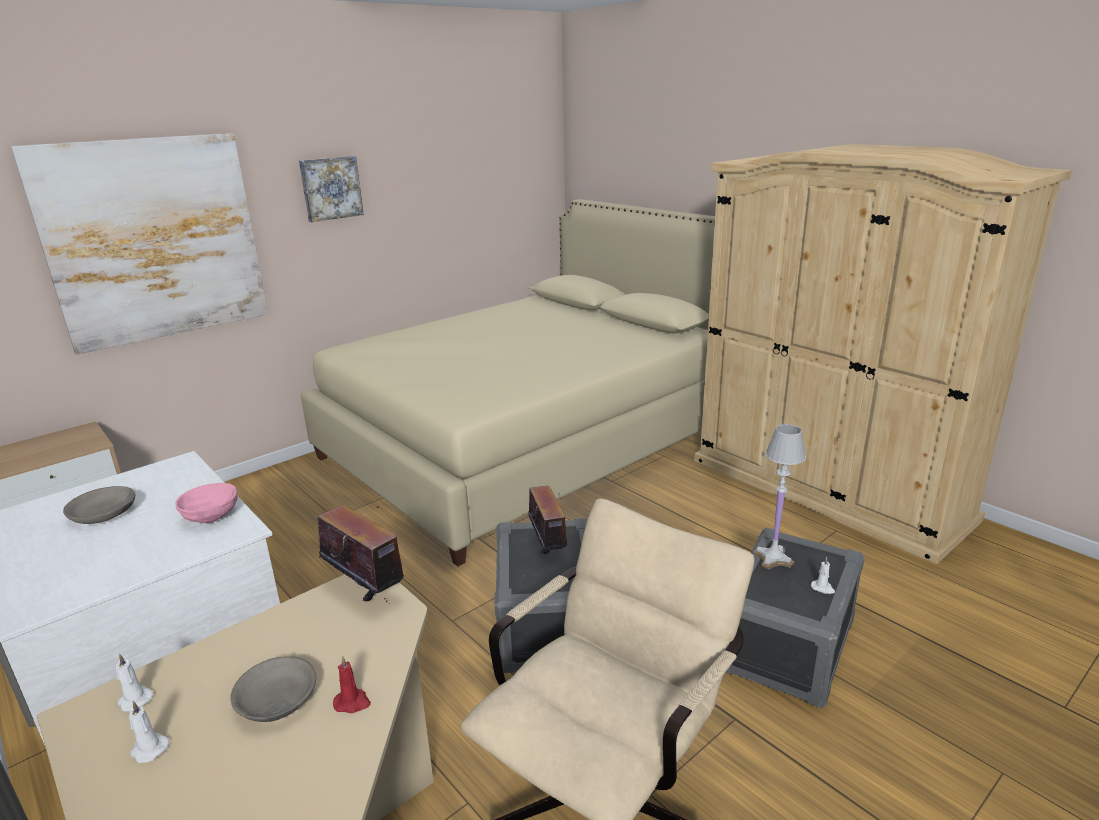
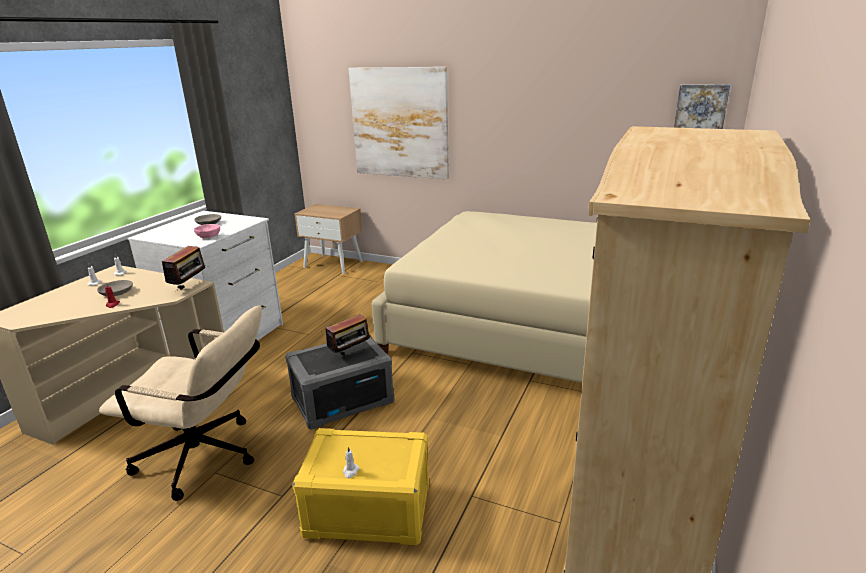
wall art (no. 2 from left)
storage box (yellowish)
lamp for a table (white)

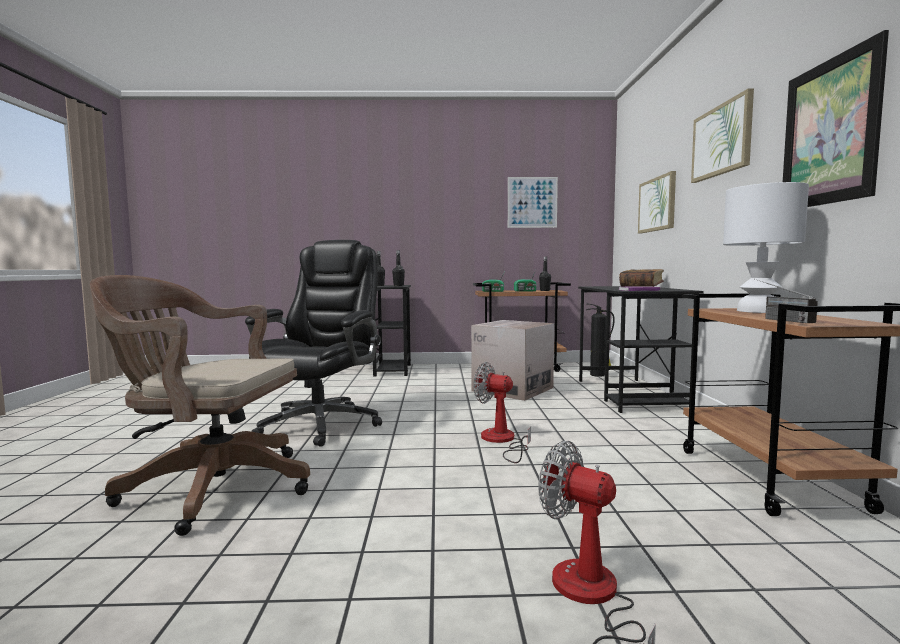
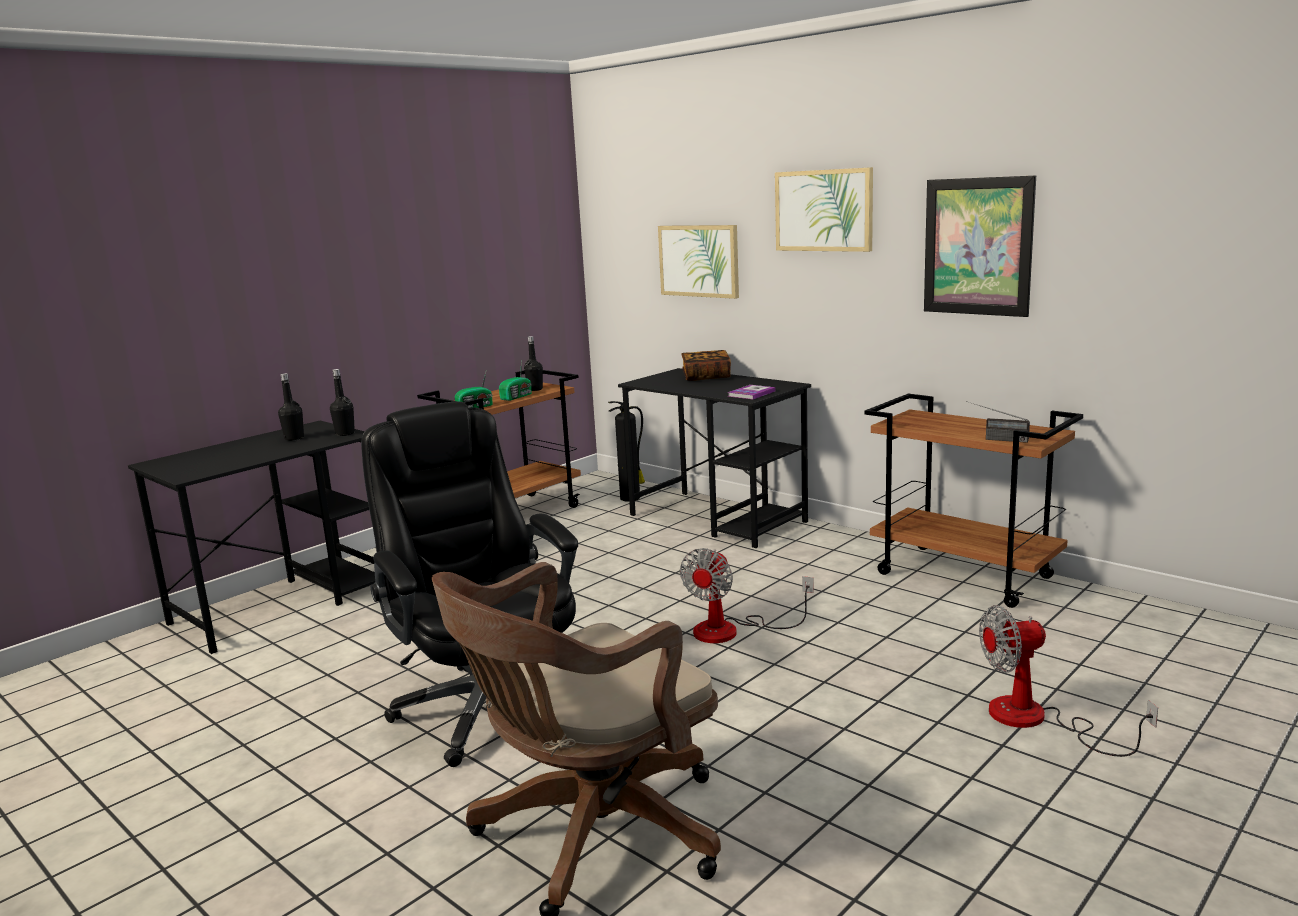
carton
electric fan (no. 1 from left)
wall art (no. 1 from left in the first image)
lamp for a table (white)

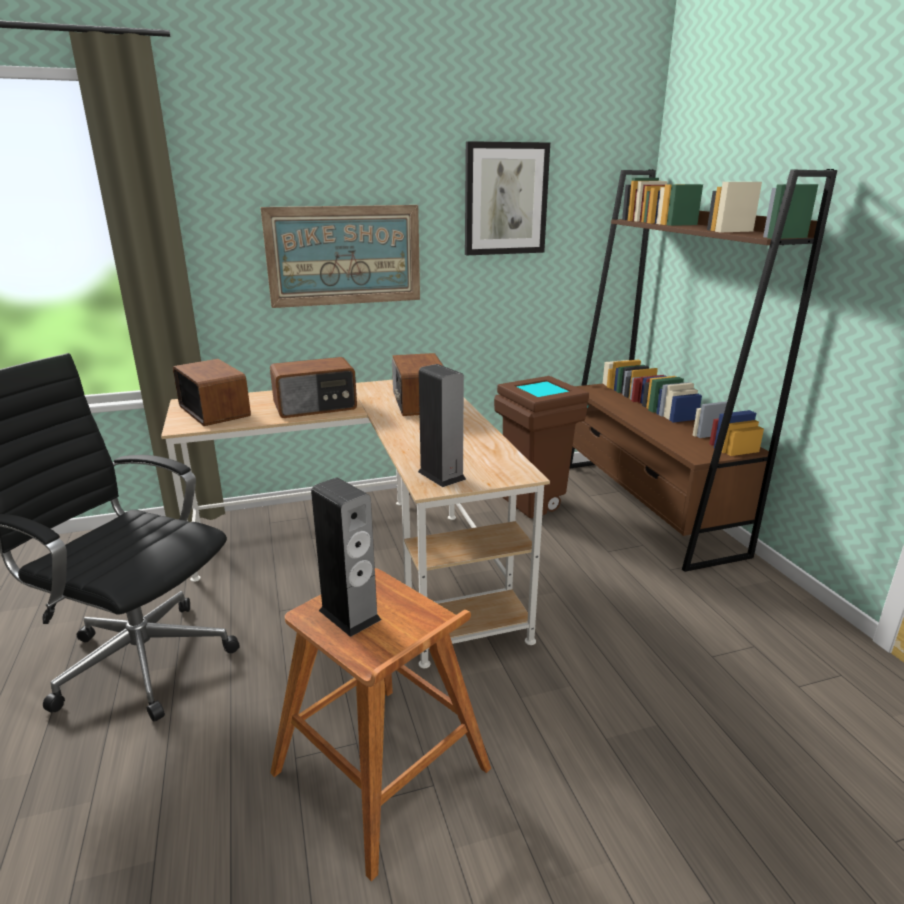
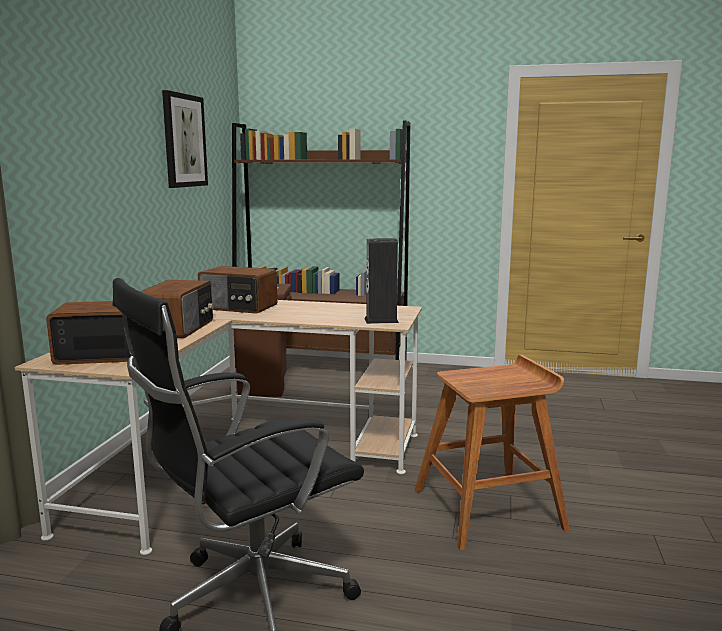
wall art (no. 1 from left in the first image)
audio speaker (no. 1 from left in the first image)

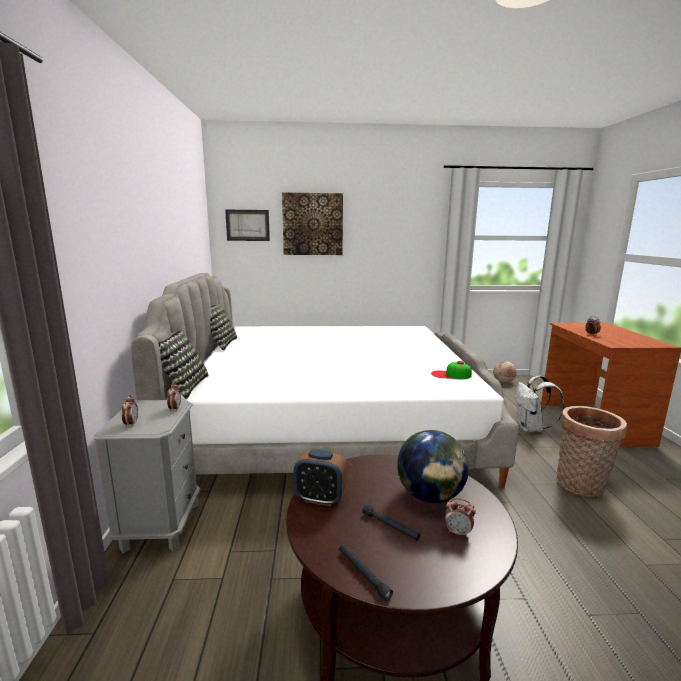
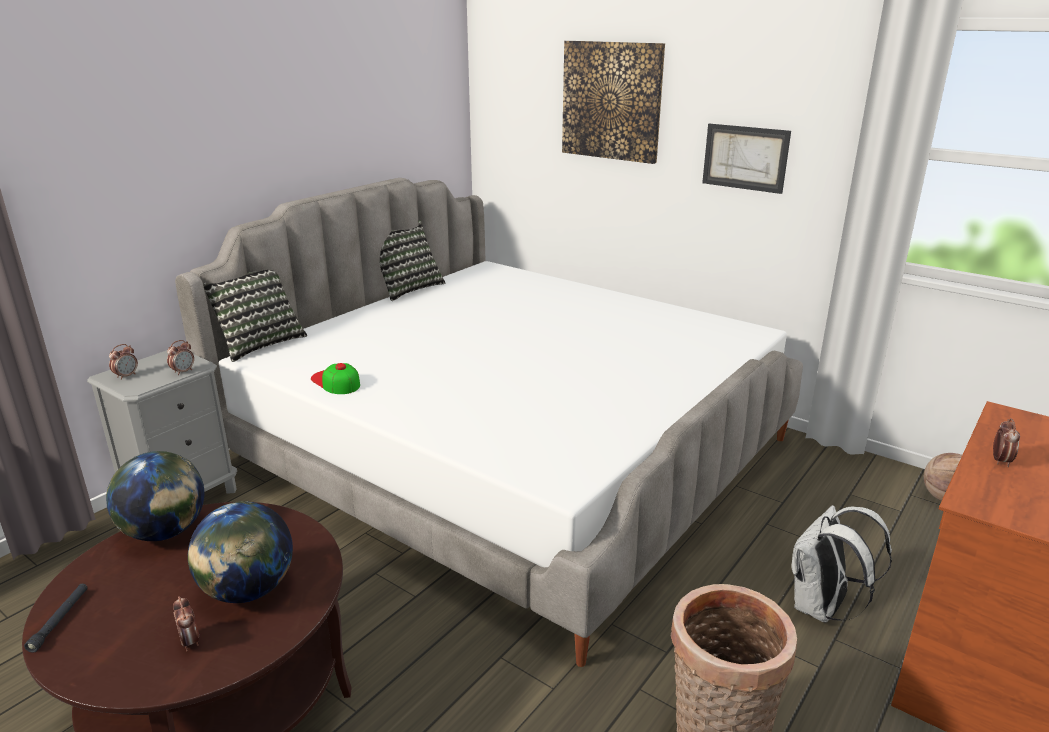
wall art (no. 2 from left)
globe (no. 1 from left)
torch (black-coloured) (no. 2 from left in the first image)
cap

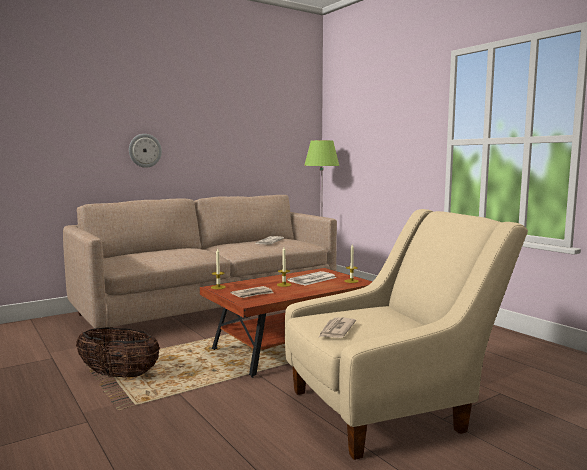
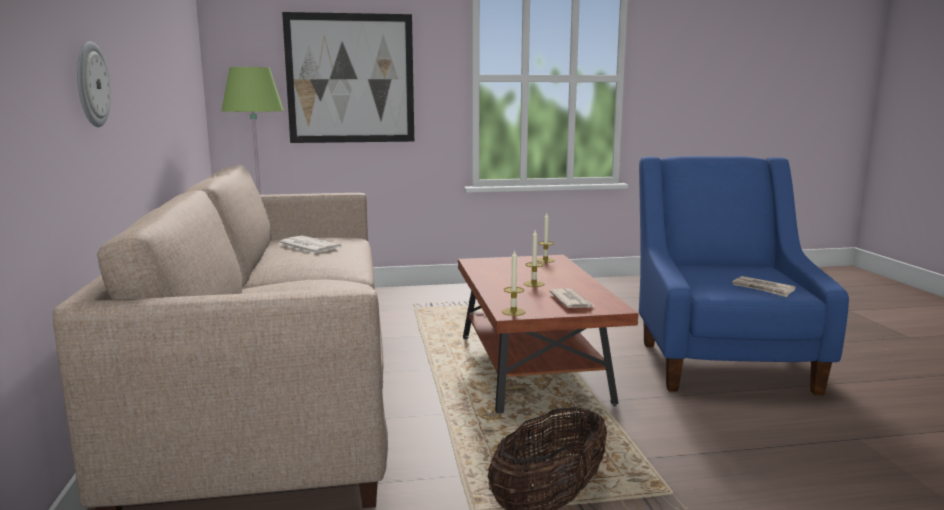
lounge chair (blue-coloured)
daily paper (no. 3 from left in the first image)
wall art

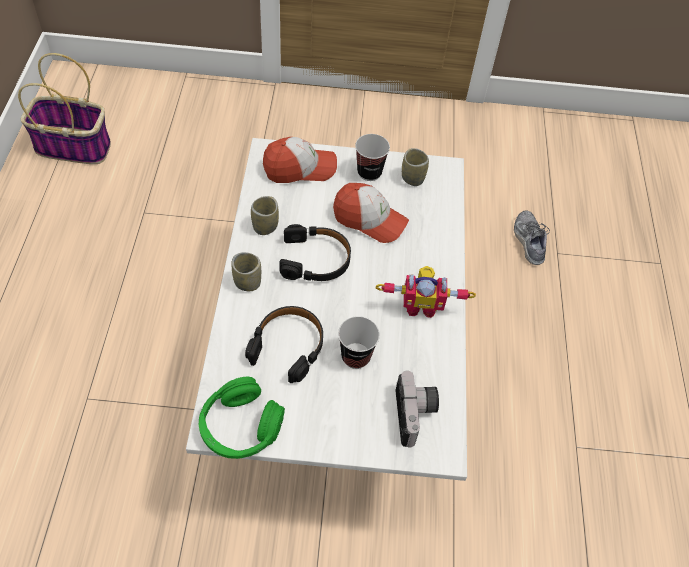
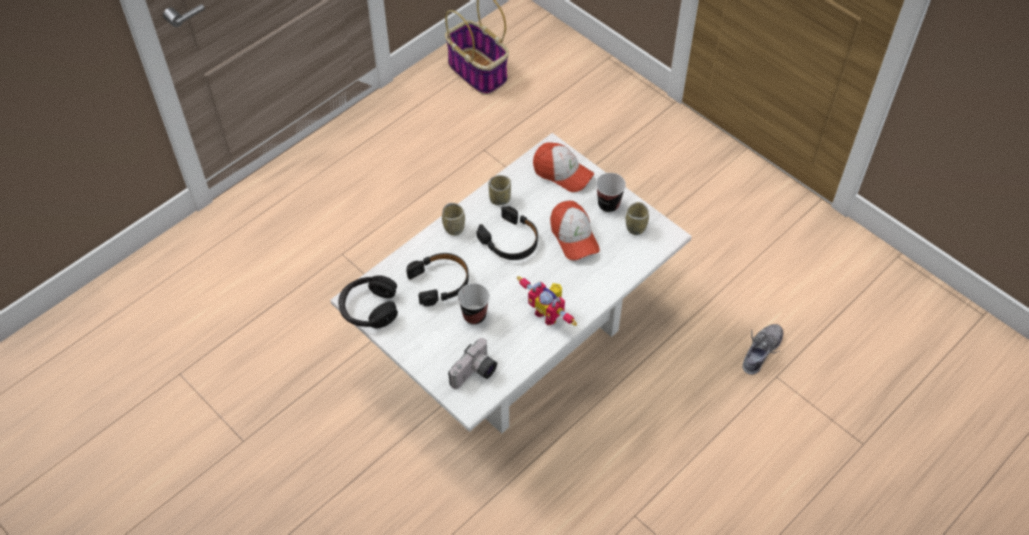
headset (black-coloured) (no. 1 from left)

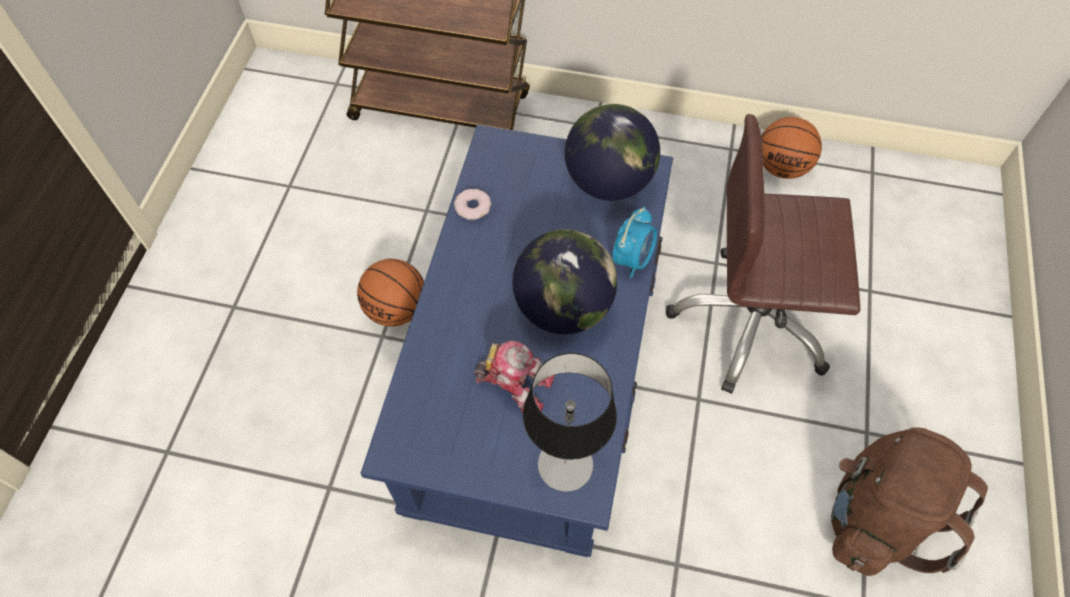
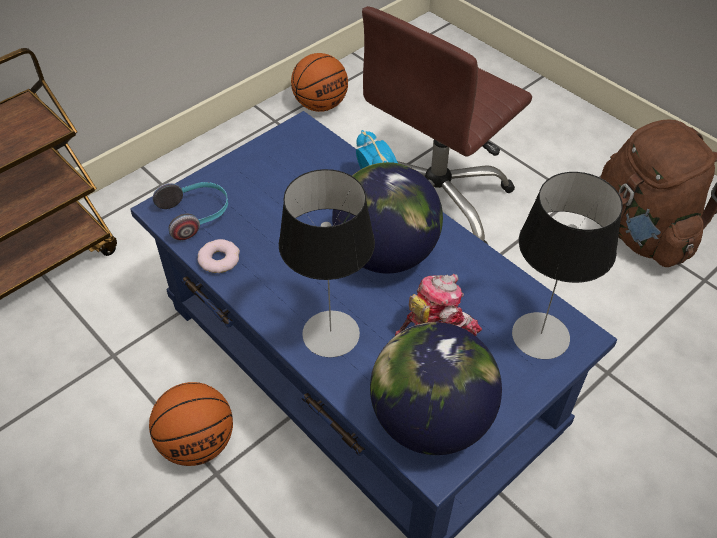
globe (no. 2 from left)
headset
lamp for a table (no. 1 from left)

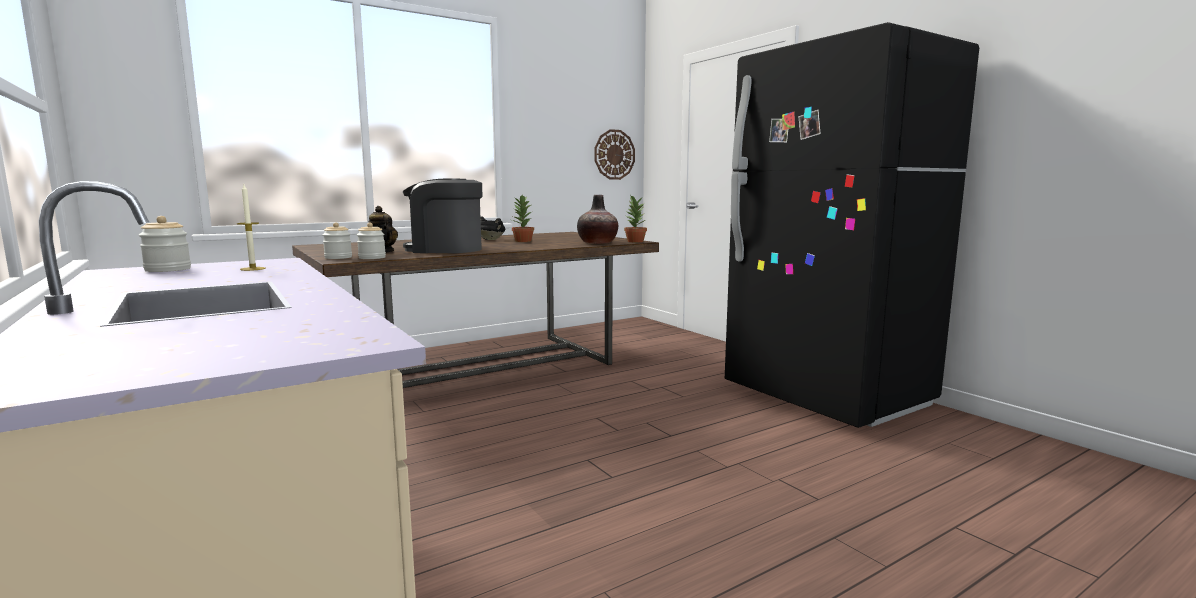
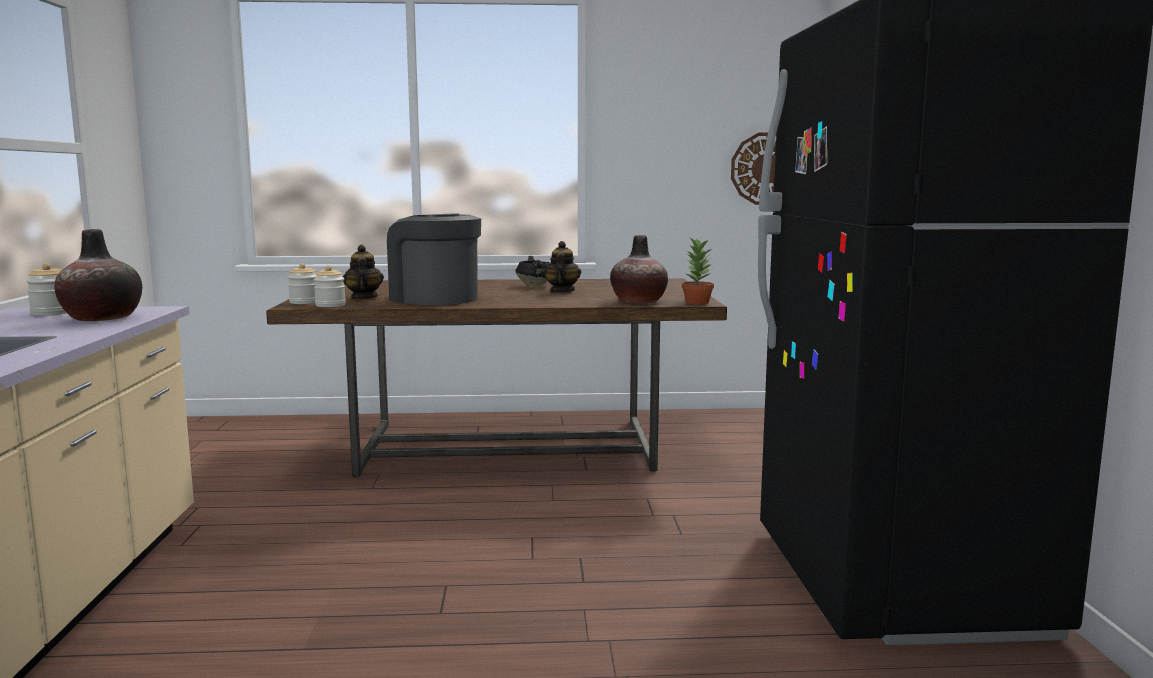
flower vase (no. 1 from left)
teapot (no. 2 from left)

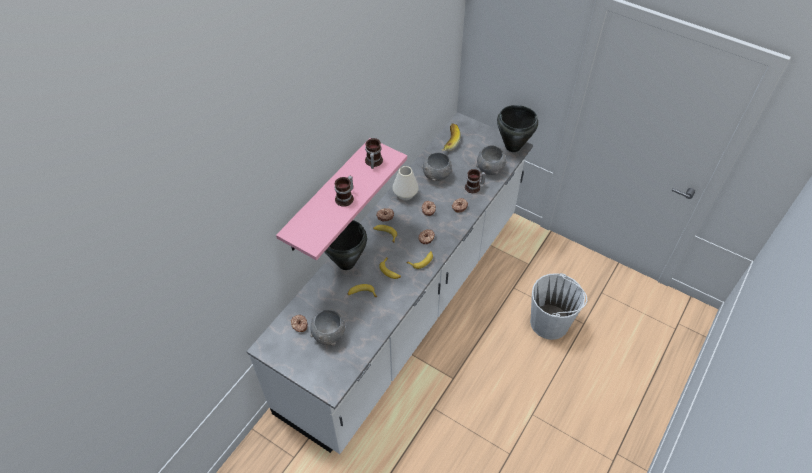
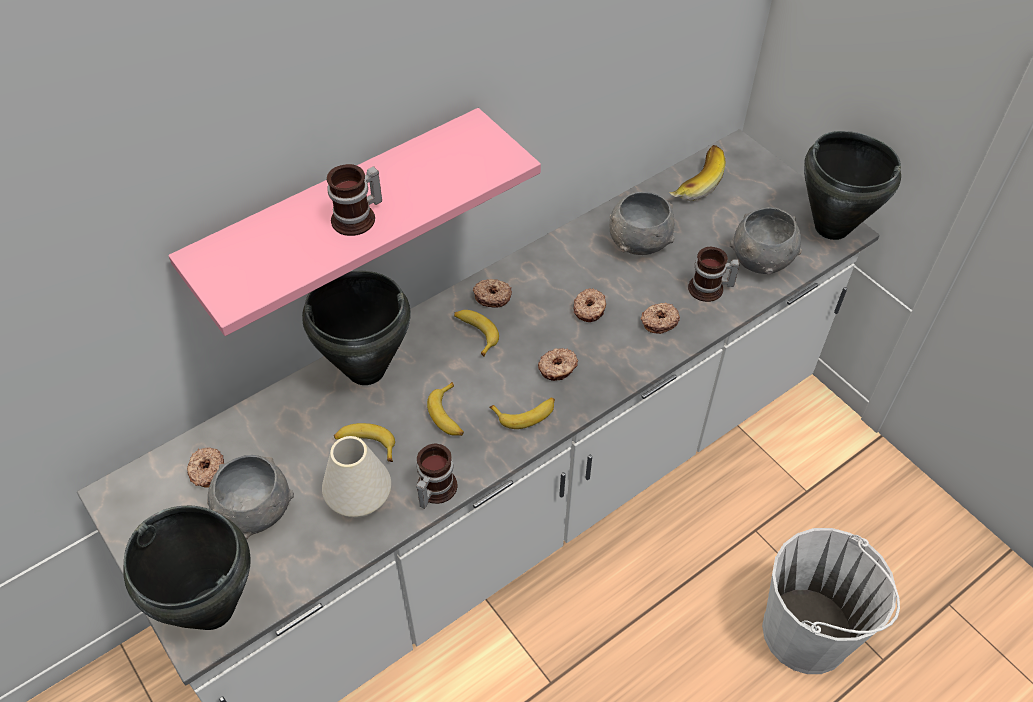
tea mug (no. 2 from left)
flower vase (white)
stockpot (black-coloured) (no. 1 from left)

